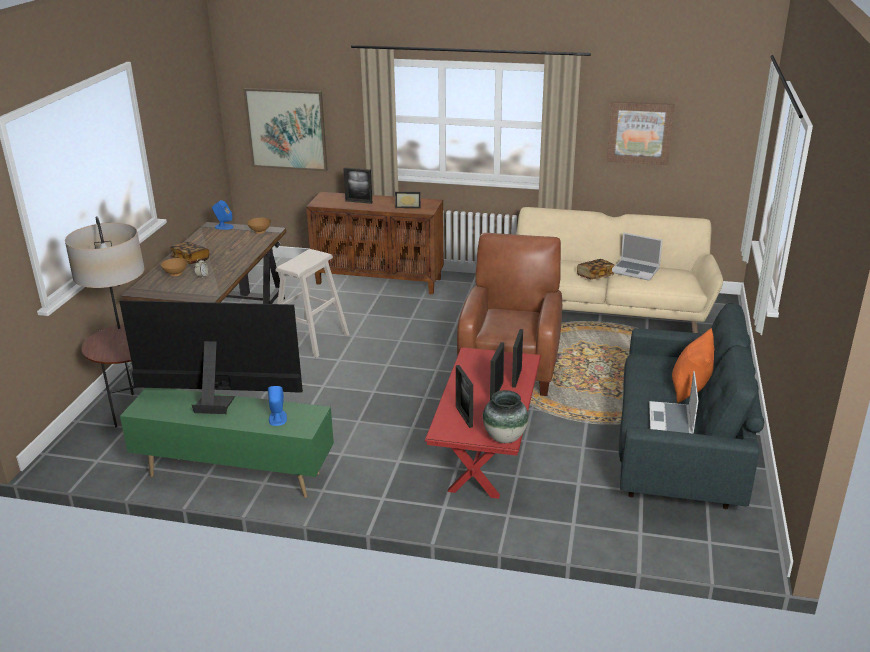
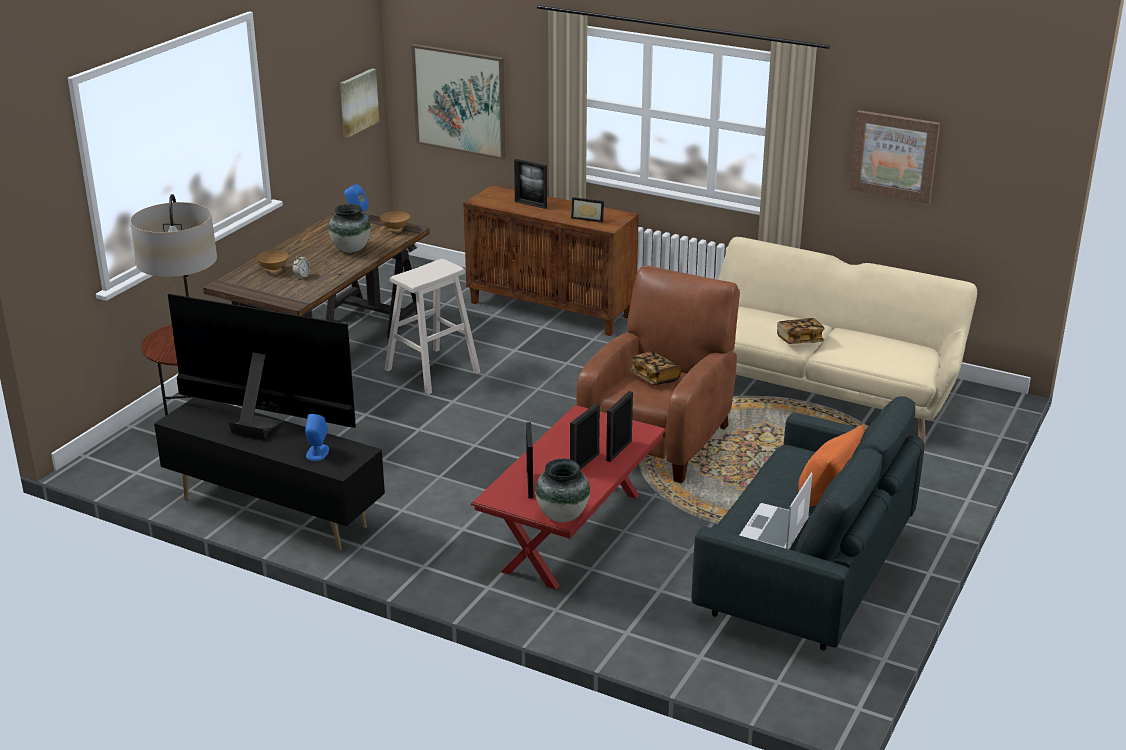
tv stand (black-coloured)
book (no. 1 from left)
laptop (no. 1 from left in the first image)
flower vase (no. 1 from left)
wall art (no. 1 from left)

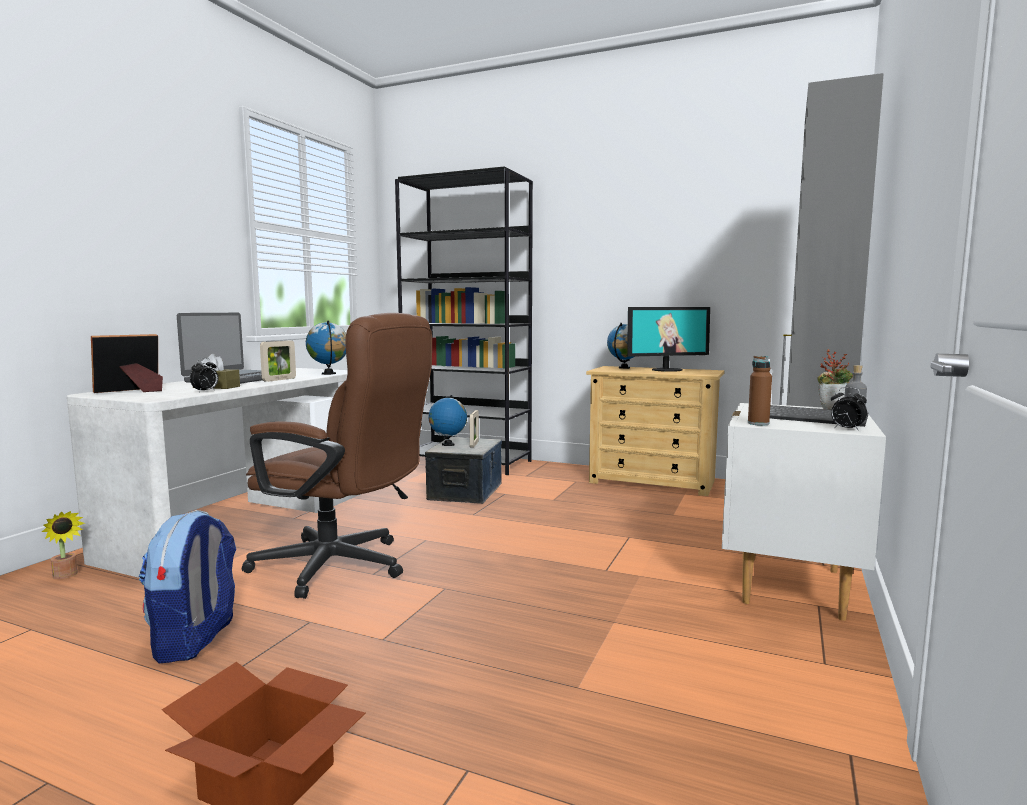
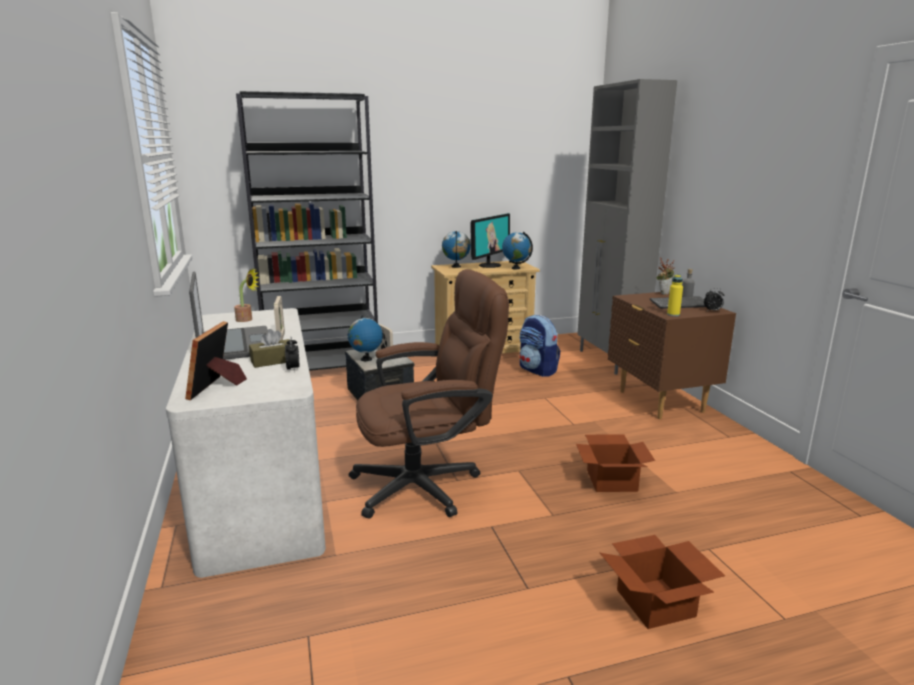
potted plant (no. 1 from left)
rucksack
globe (no. 3 from left)
nightstand (brownish)
drink bottle (yellowish)
carton (no. 1 from left)

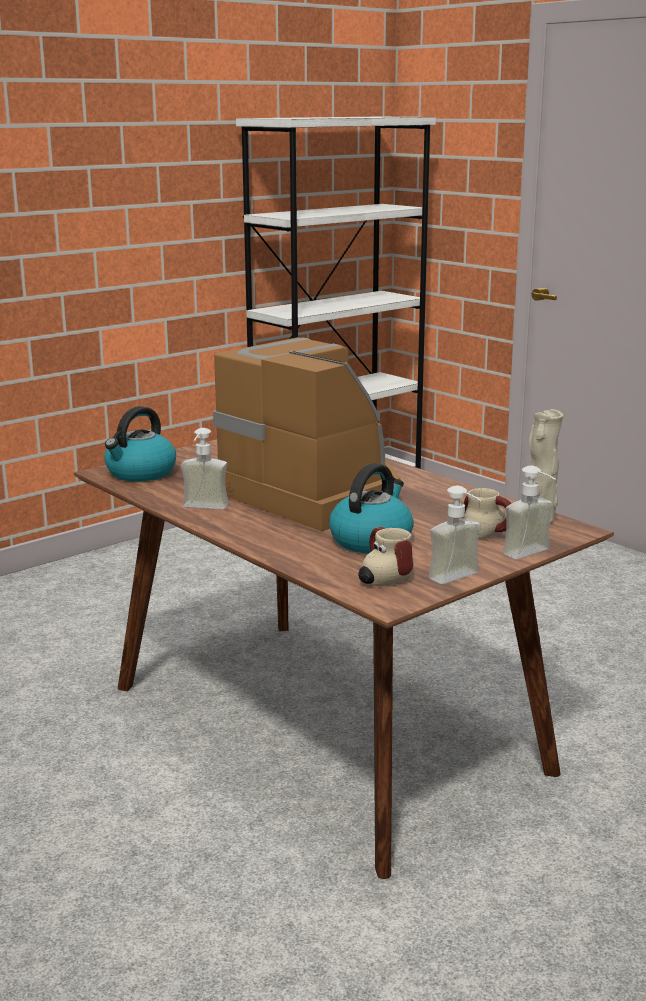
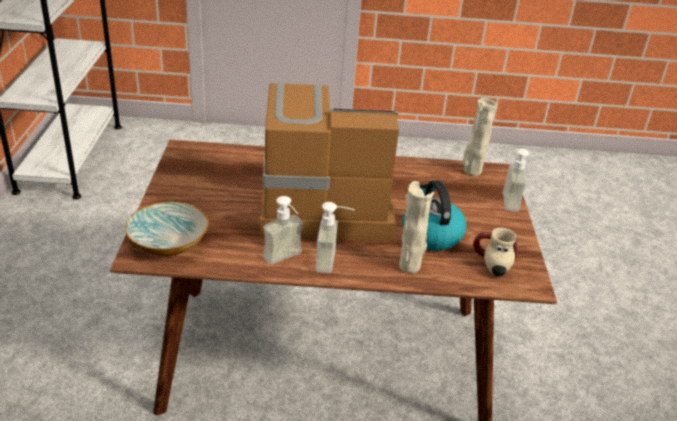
bowl
soap dispenser (no. 2 from left)
tea mug (no. 2 from left in the first image)
flower vase (beige-coloured) (no. 1 from left)

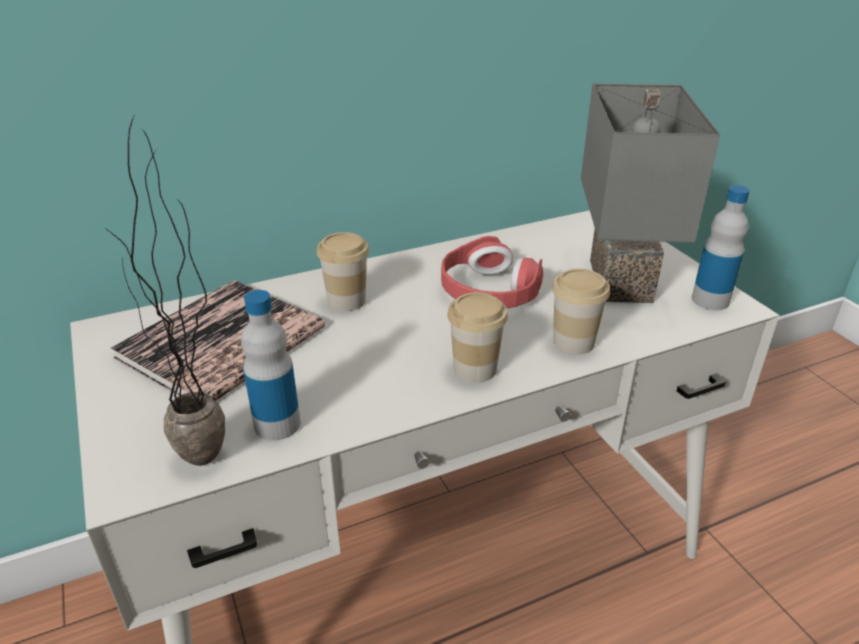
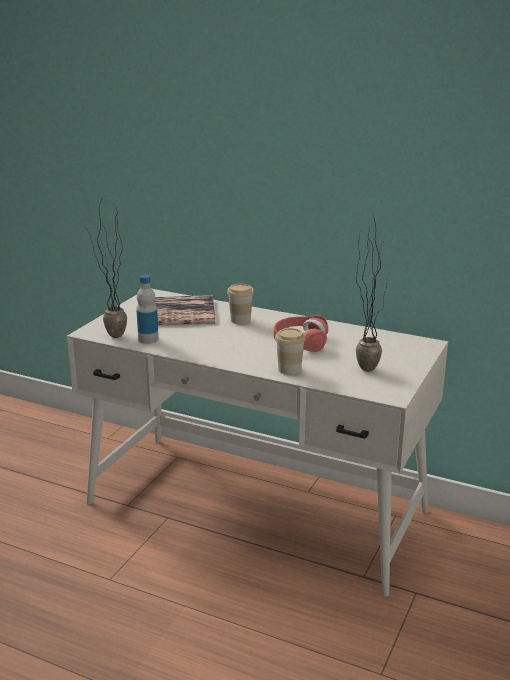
drinking cup (no. 2 from left in the first image)
potted plant (no. 2 from left)
drink bottle (no. 2 from left in the first image)

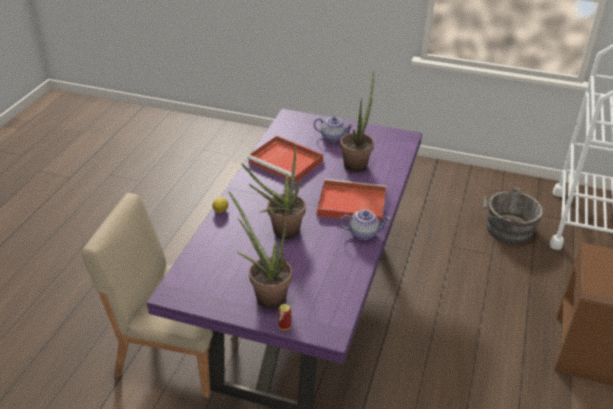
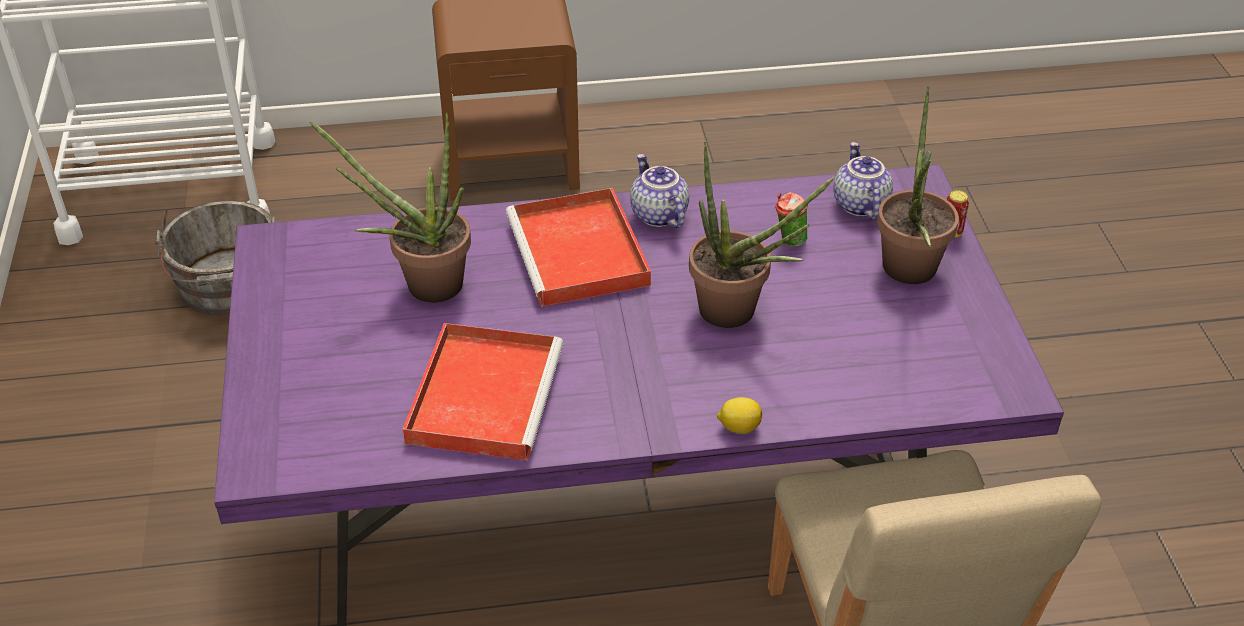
teapot (no. 2 from left)
drinking cup

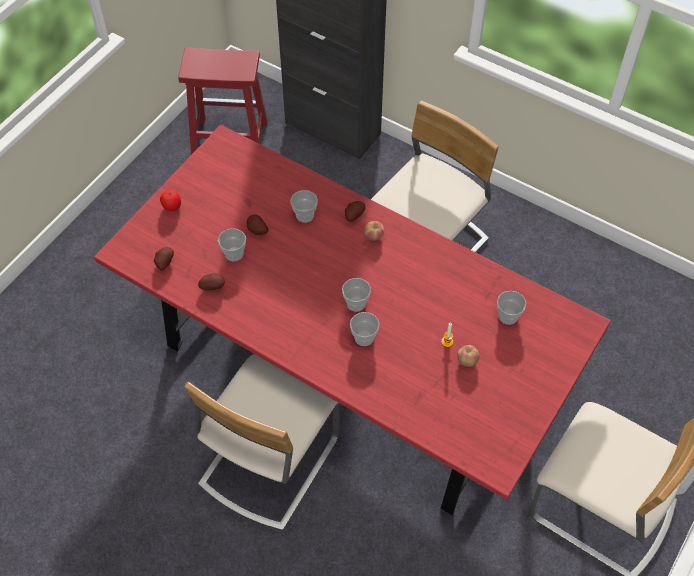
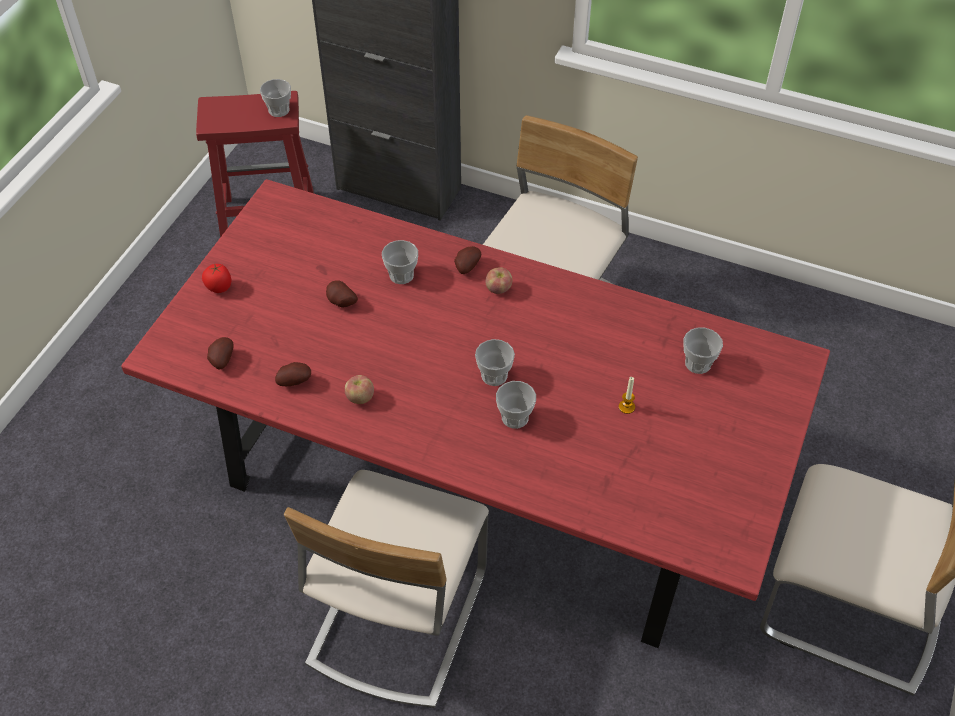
drinking cup (no. 1 from left)
apple (no. 1 from left)

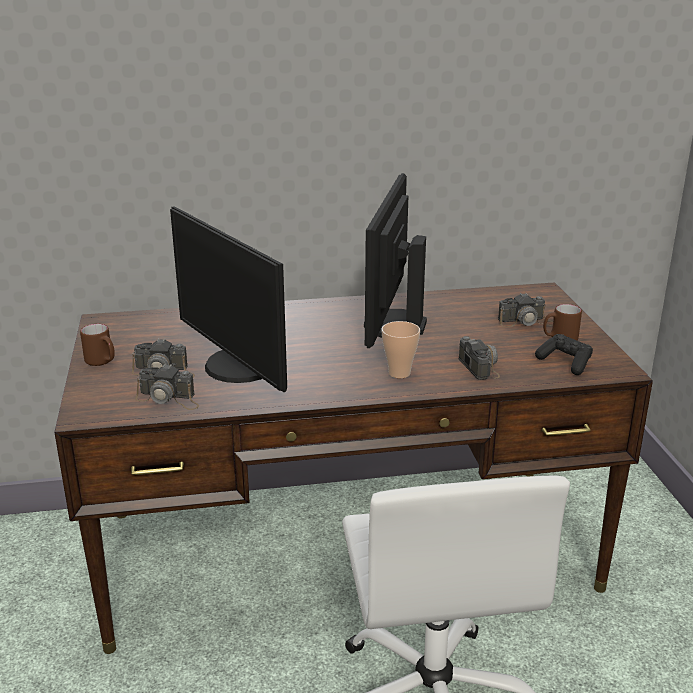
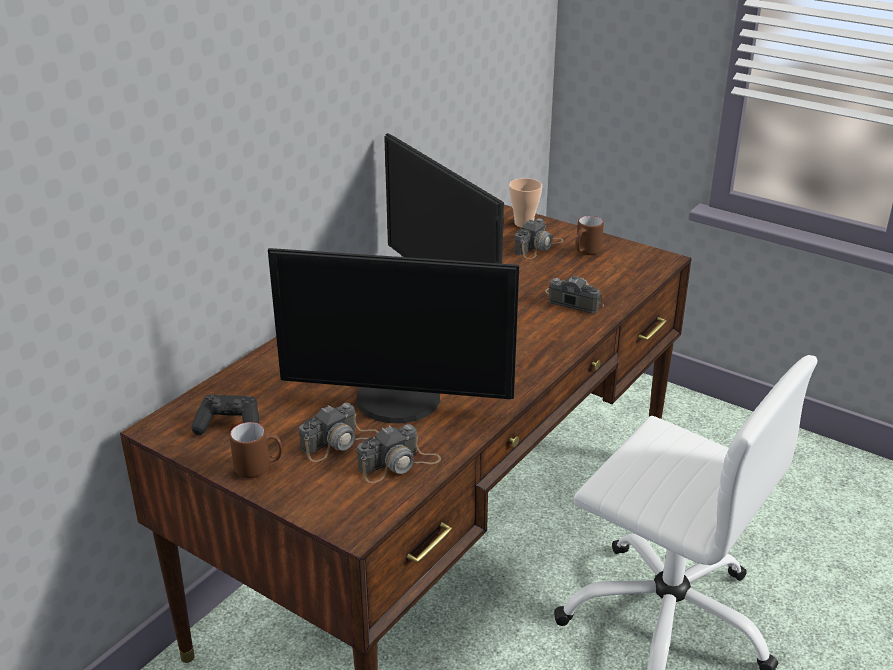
drinking cup
joypad (black-coloured)

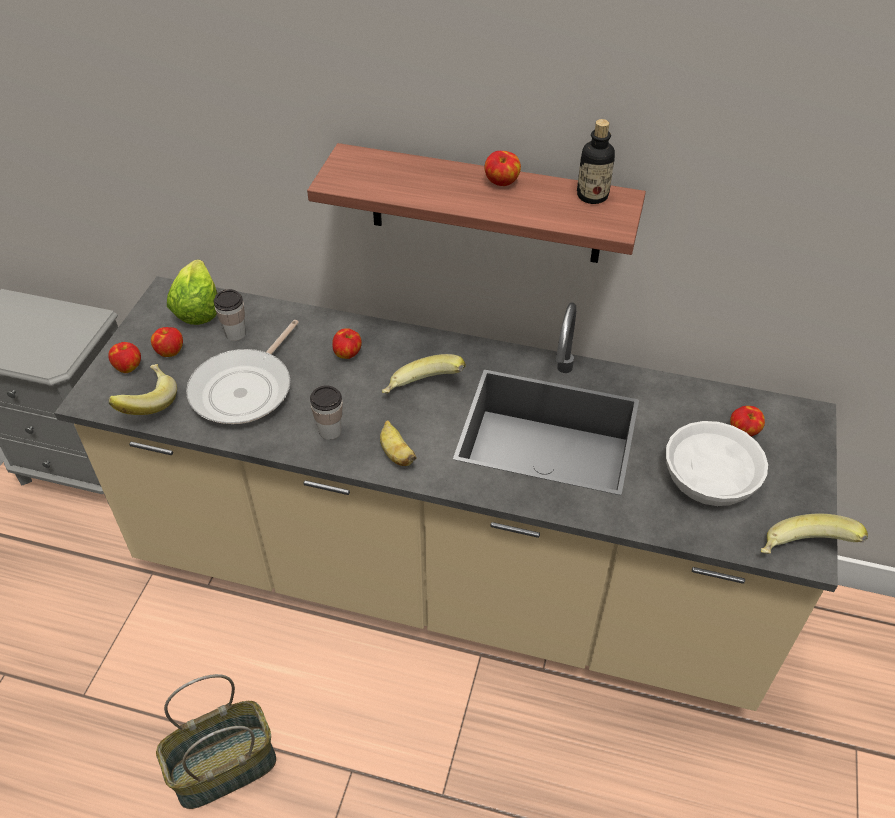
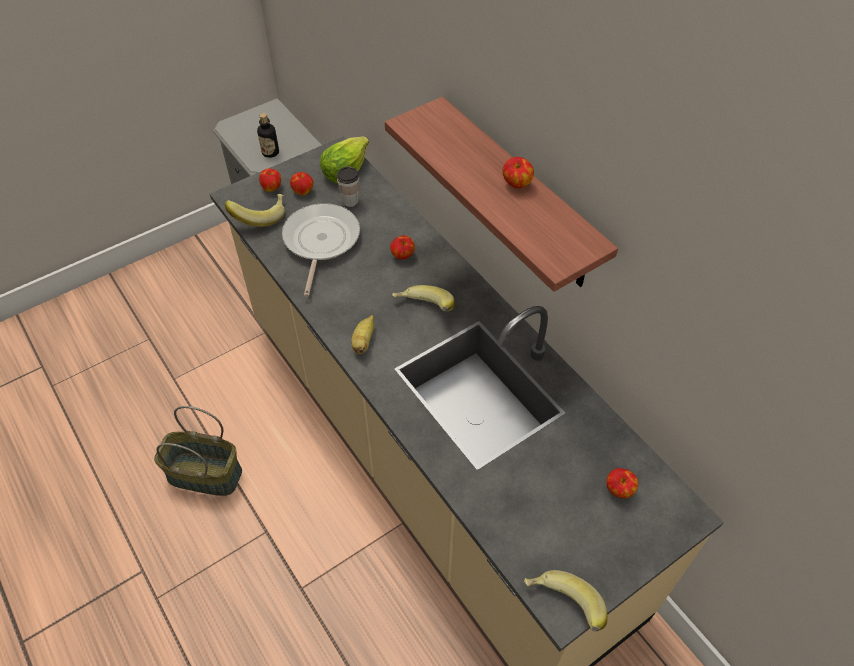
pan
drinking cup (no. 2 from left in the first image)
drink bottle
bowl (white)

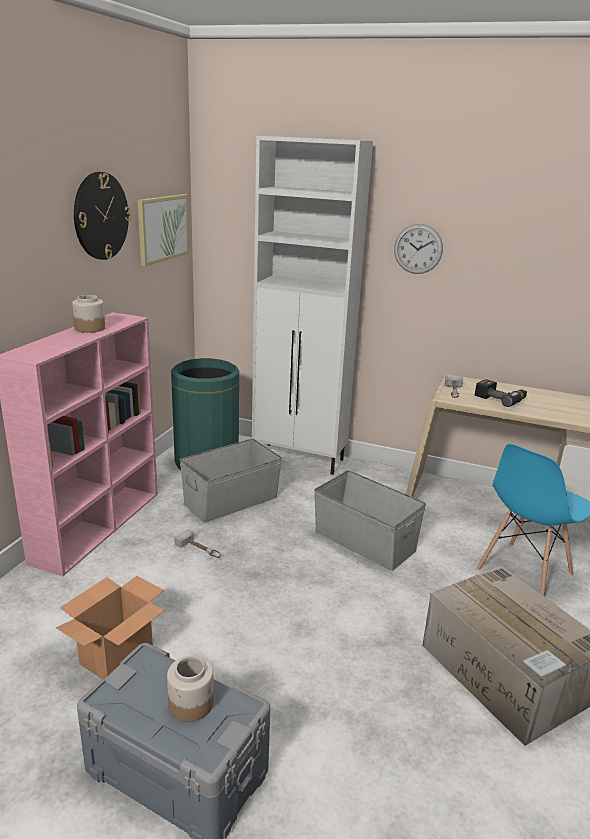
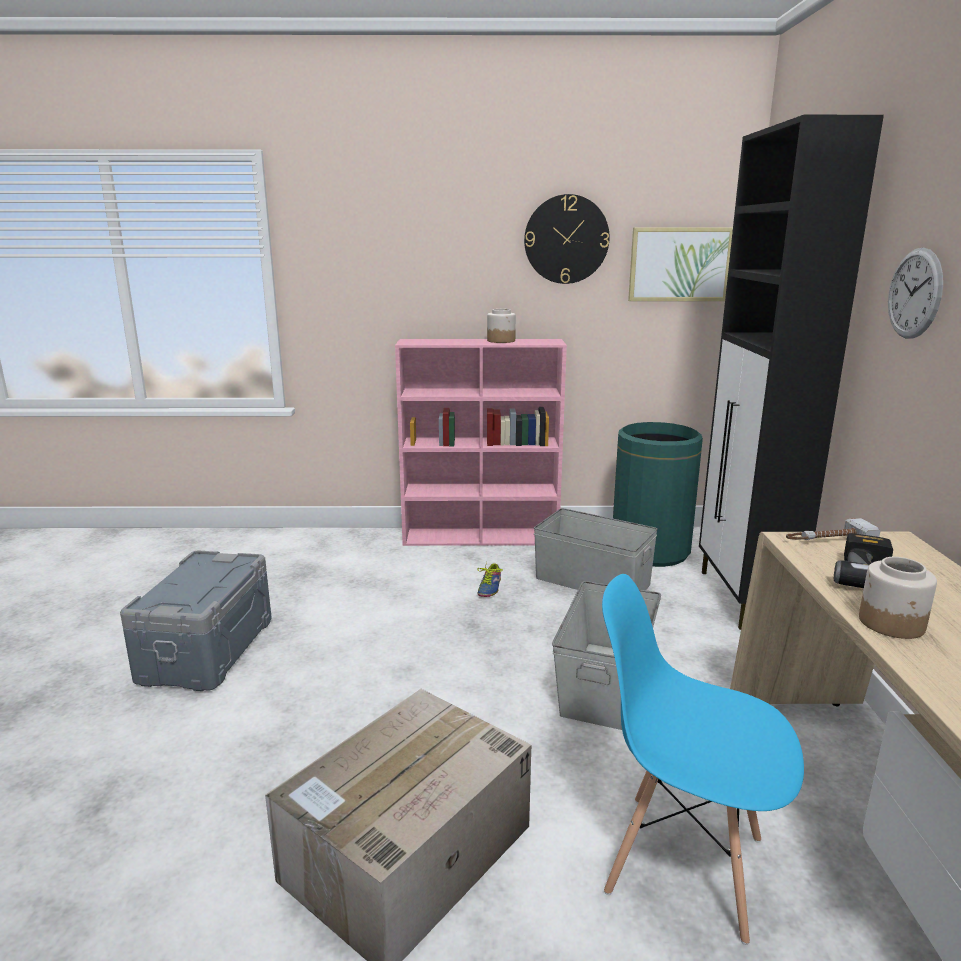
carton (no. 1 from left in the first image)
preserve jar (no. 2 from left)
low shoe
storage cabinet (black-coloured)

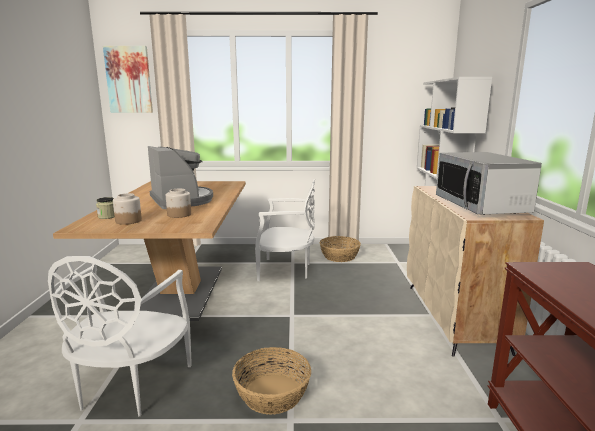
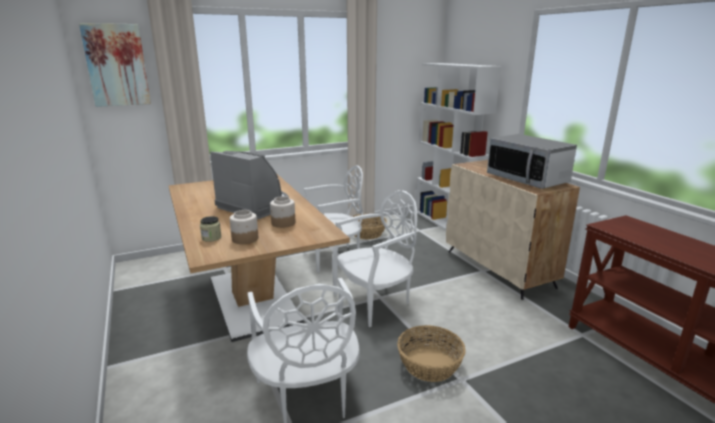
chair (white) (no. 3 from left)

